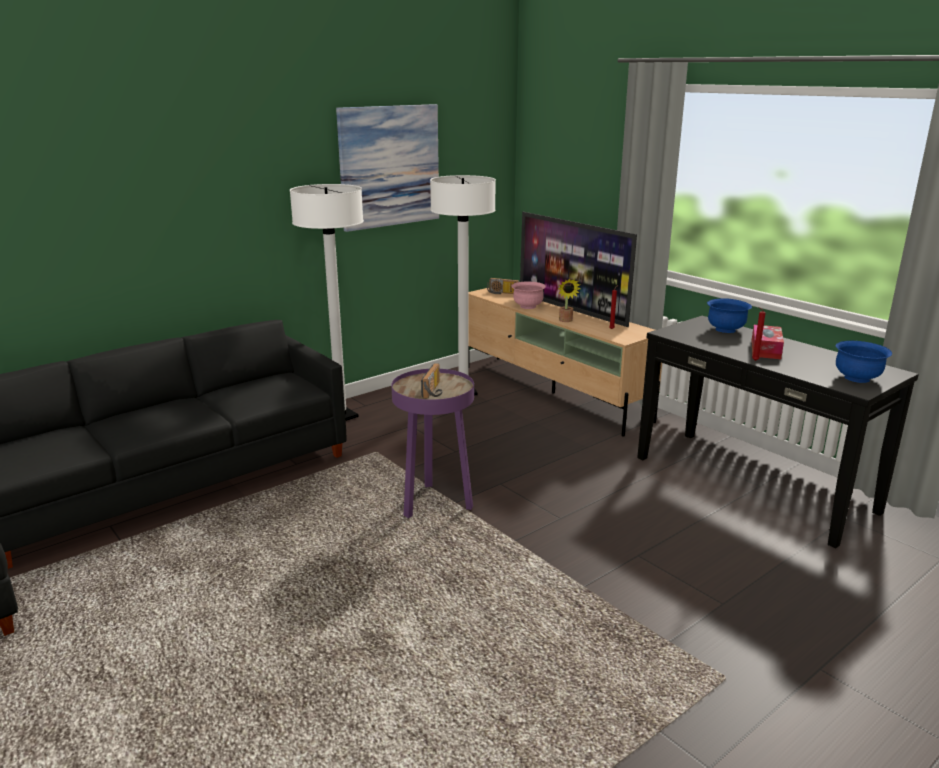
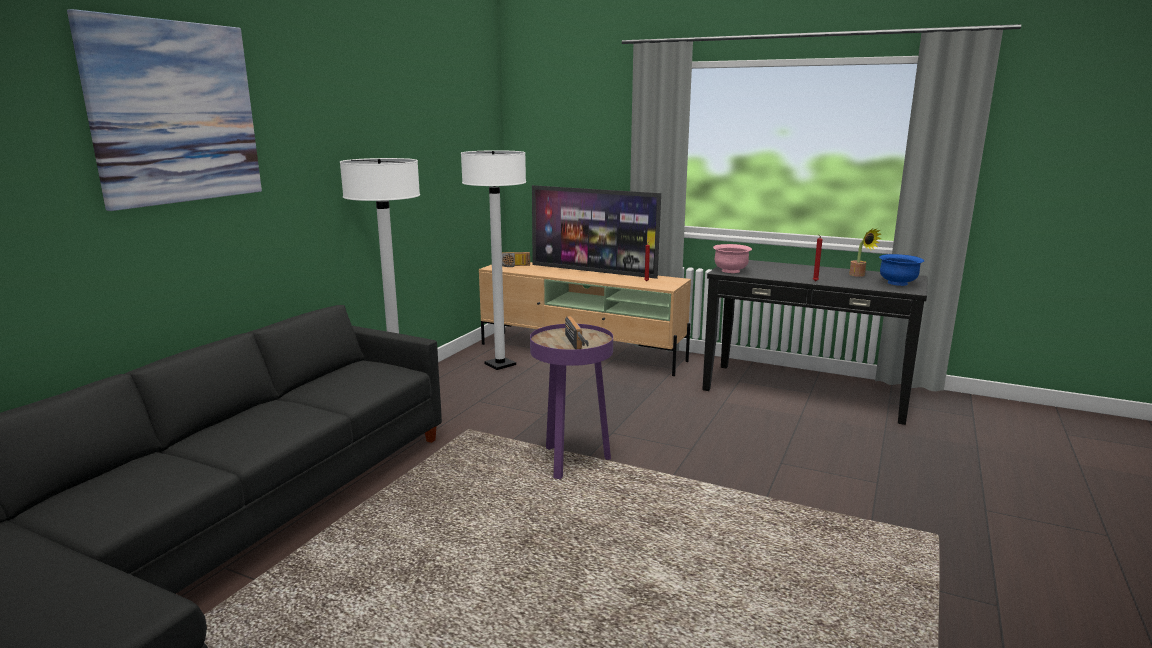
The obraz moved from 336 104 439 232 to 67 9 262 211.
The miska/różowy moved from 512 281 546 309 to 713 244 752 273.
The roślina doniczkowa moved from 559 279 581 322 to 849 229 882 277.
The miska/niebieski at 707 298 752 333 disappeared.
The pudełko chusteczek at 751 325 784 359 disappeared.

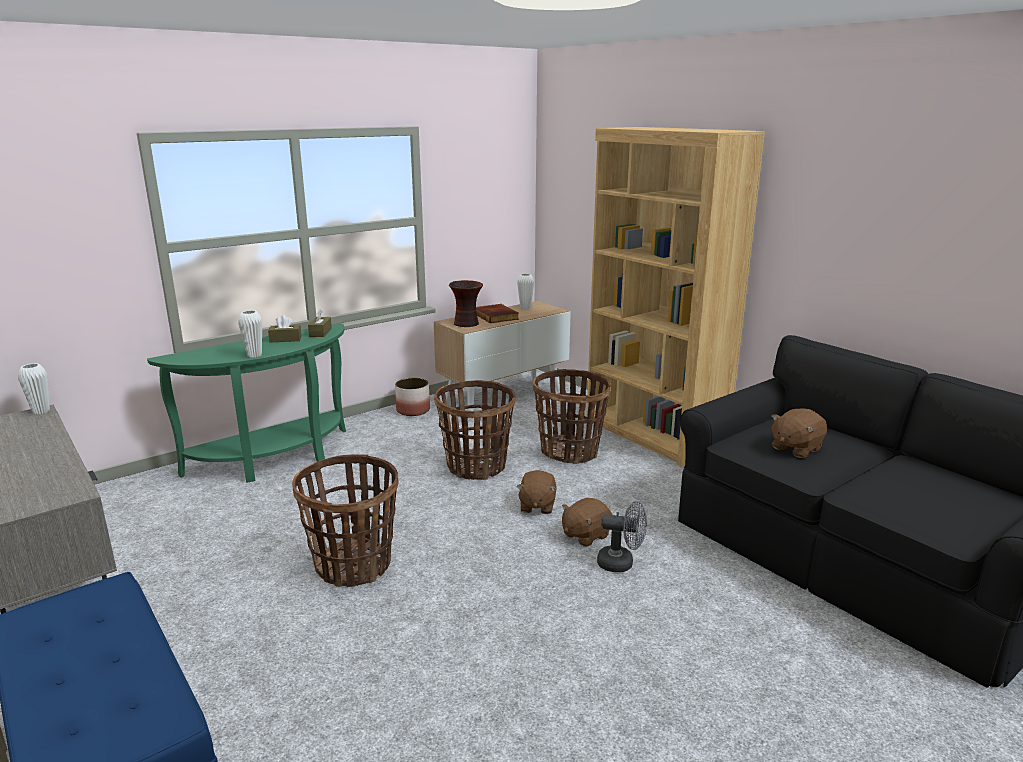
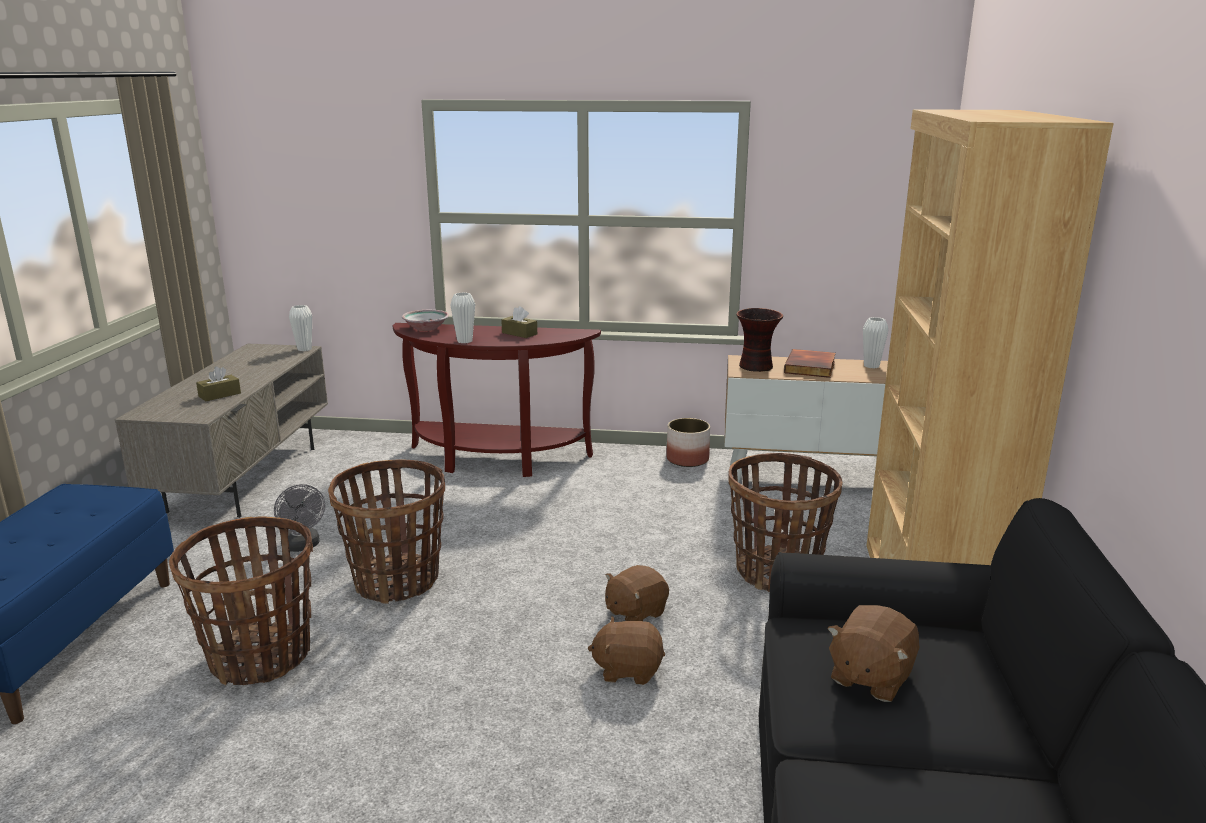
The koszyk moved from 434 380 515 480 to 169 516 313 685.
The pudełko chusteczek/brązowy moved from 308 309 332 337 to 196 366 241 401.
The wentylator/szary moved from 597 501 647 572 to 274 484 325 552.
The stolik konsolowy/zielony at 147 323 346 483 became the stolik konsolowy/brązowy at 392 323 601 477.
The miska at 402 310 449 331 appeared.
The pluszak/brązowy at 771 408 827 458 turned 60 degrees counterclockwise.

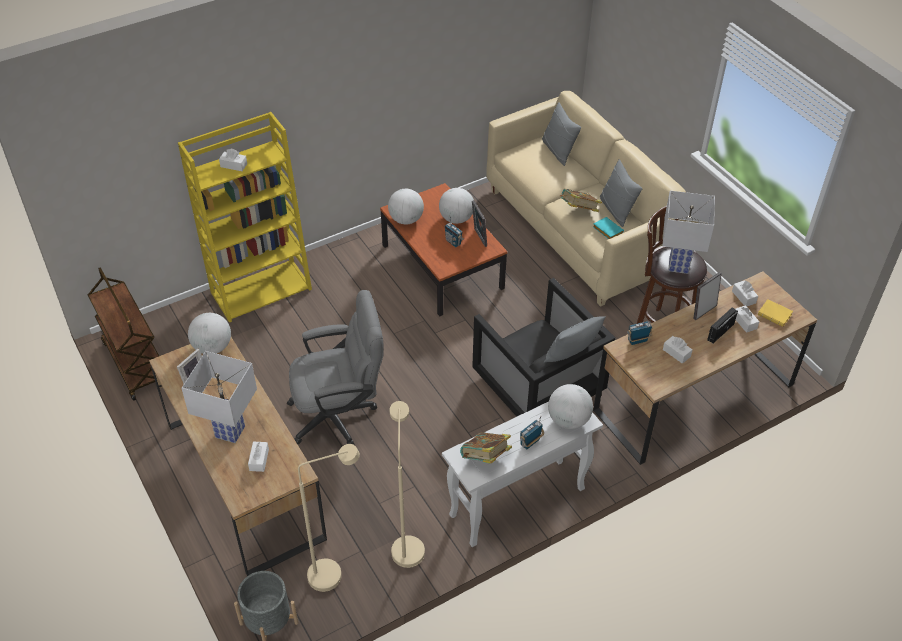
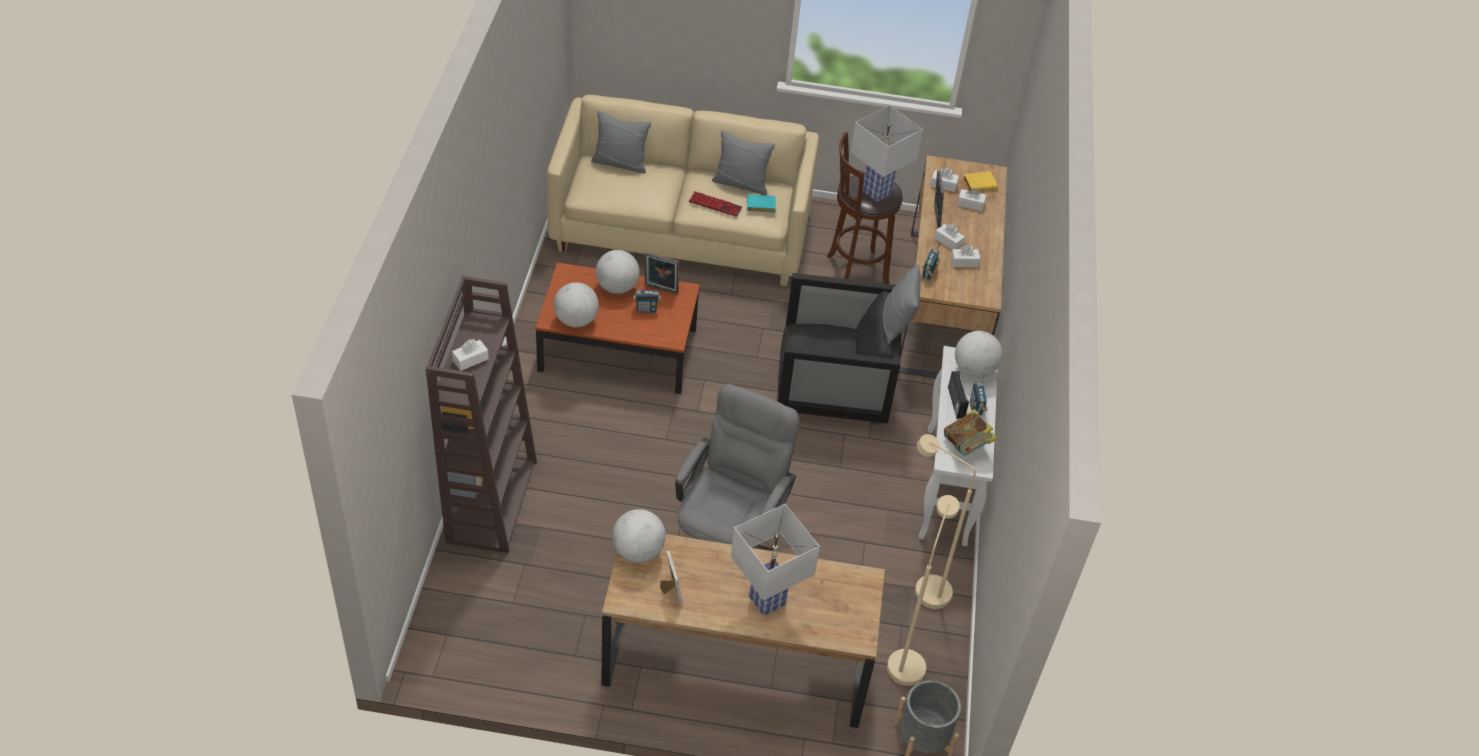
The regał/żółty at 178 112 312 322 became the regał/brązowy at 426 276 537 553.
The książka at 560 189 602 212 was replaced by the klawiatura at 689 191 742 217.
The pudełko chusteczek/biały moved from 248 442 269 472 to 934 224 965 249.
The radio moved from 707 308 738 343 to 948 371 969 419.
The wózek/brązowy at 88 267 159 401 disappeared.

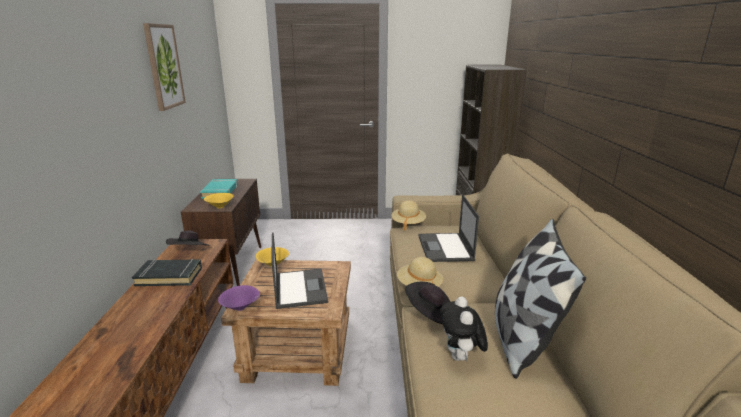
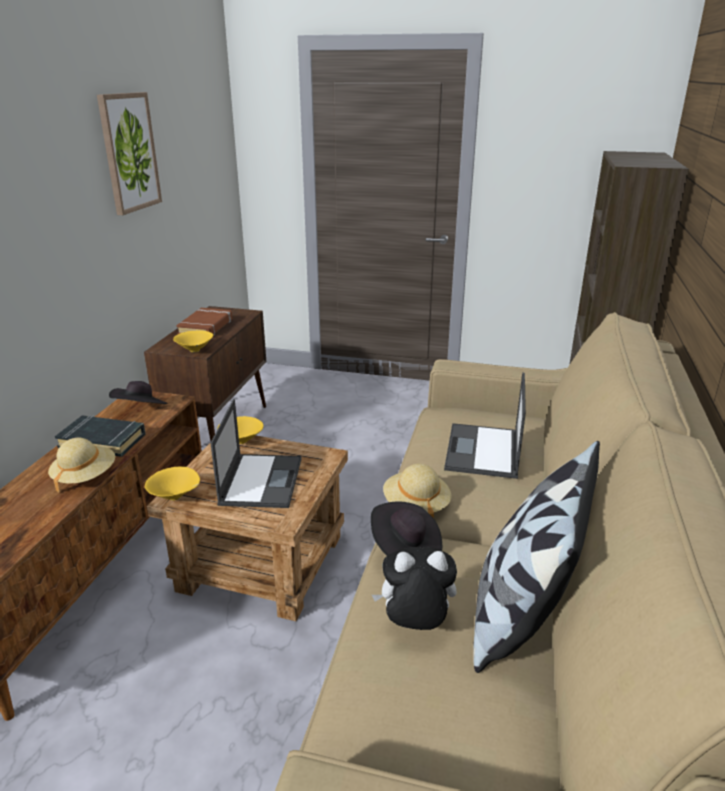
The kapelusz/beżowy moved from 392 201 426 231 to 48 438 115 493.
The miska/fioletowy at 218 285 260 311 became the miska/żółty at 145 467 200 501.
The książka/turkusowy at 201 179 238 199 became the książka/brązowy at 176 308 232 335.
The pluszak at 440 296 488 361 turned 75 degrees clockwise.

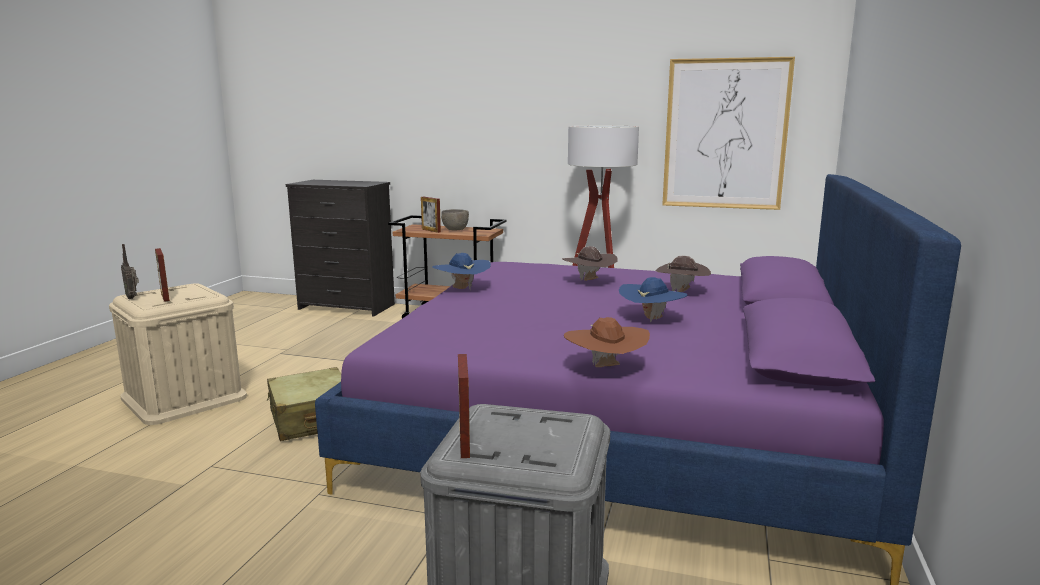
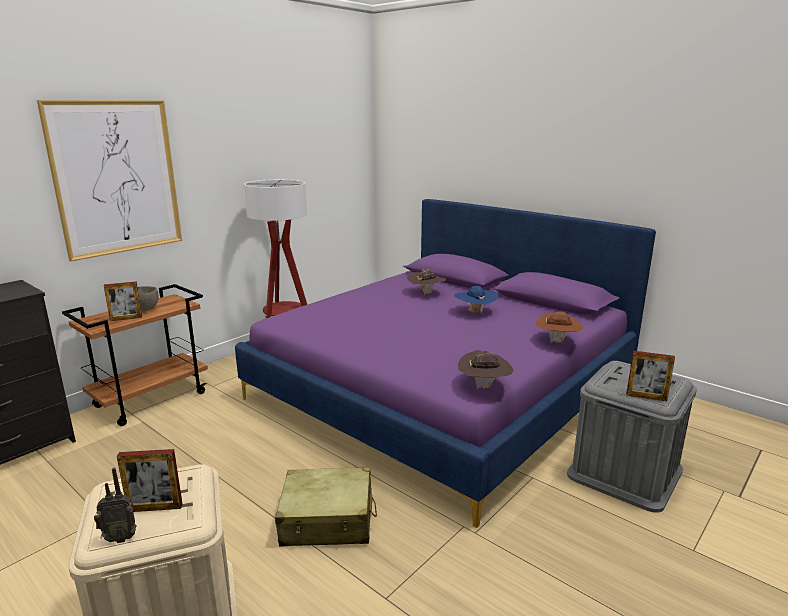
The obraz moved from 662 57 795 210 to 37 100 182 261.
The kapelusz/brązowy moved from 562 246 618 281 to 458 350 513 389.
The kapelusz/niebieski at 432 253 491 289 disappeared.

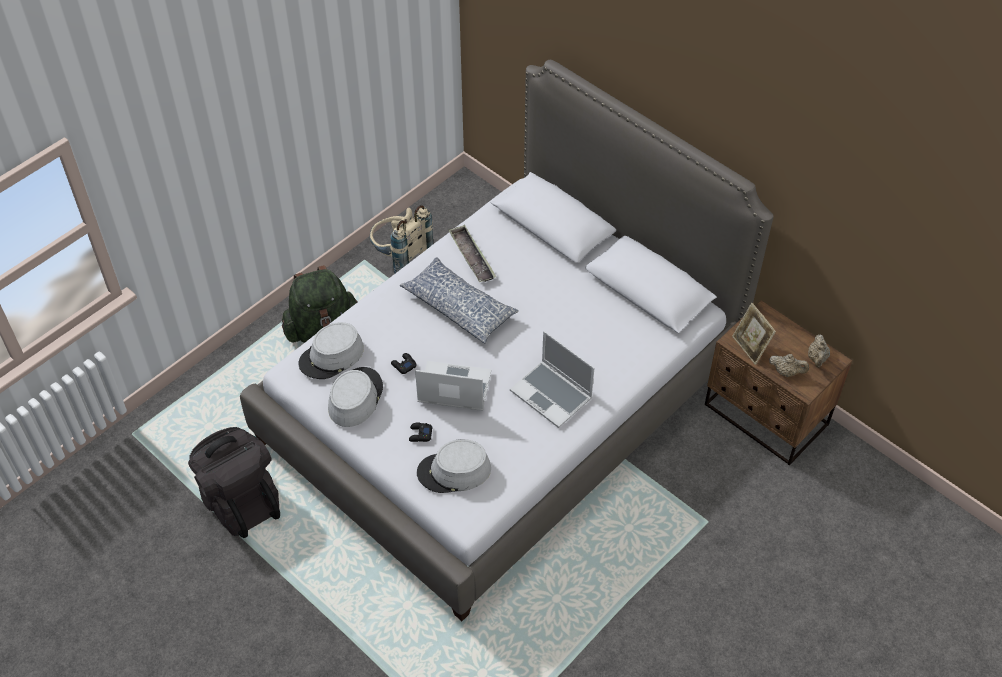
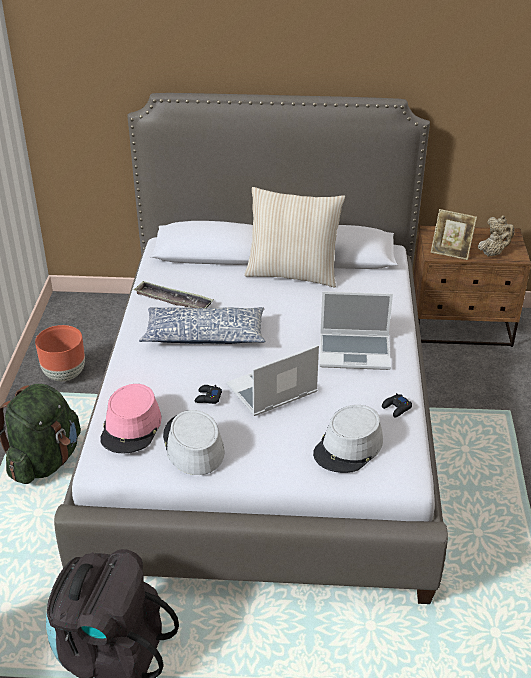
The plecak/beżowy at 370 205 433 273 was replaced by the donica/brązowy at 35 325 85 381.
The kapelusz/szary at 299 322 364 379 became the kapelusz/różowy at 100 384 161 454.
The poduszka/beżowy at 244 187 345 287 appeared.
The pad do gier/czarny moved from 409 422 432 442 to 382 393 412 417.

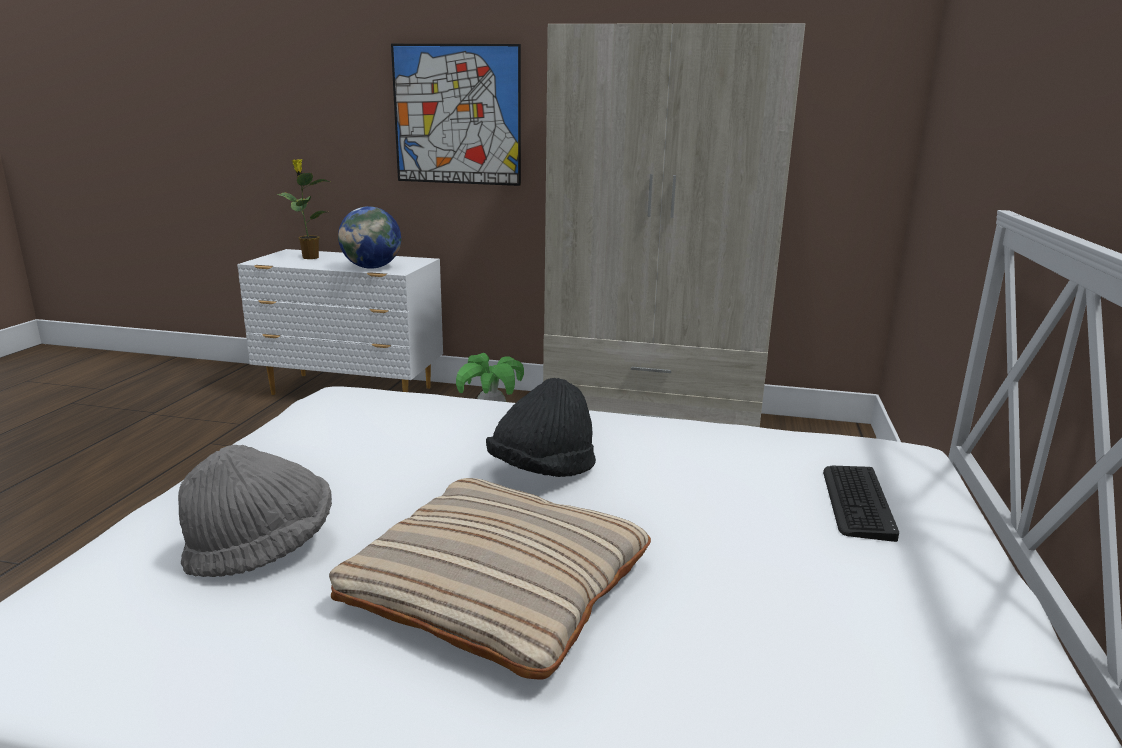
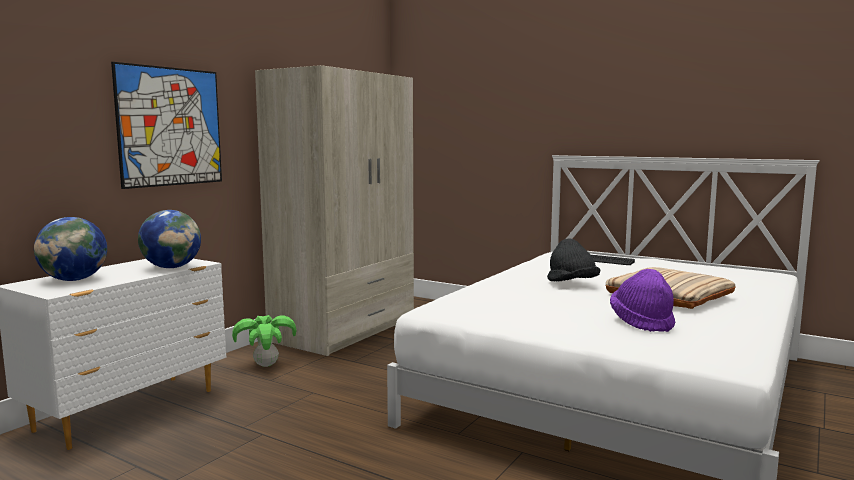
The roślina doniczkowa at 277 159 330 259 was replaced by the globus at 34 217 107 281.
The kapelusz/szary at 178 445 332 577 became the kapelusz/fioletowy at 610 269 675 332.

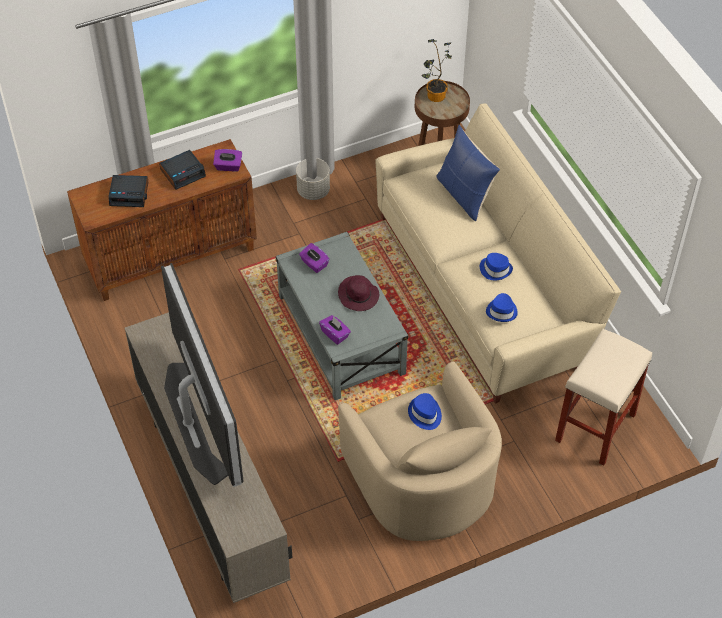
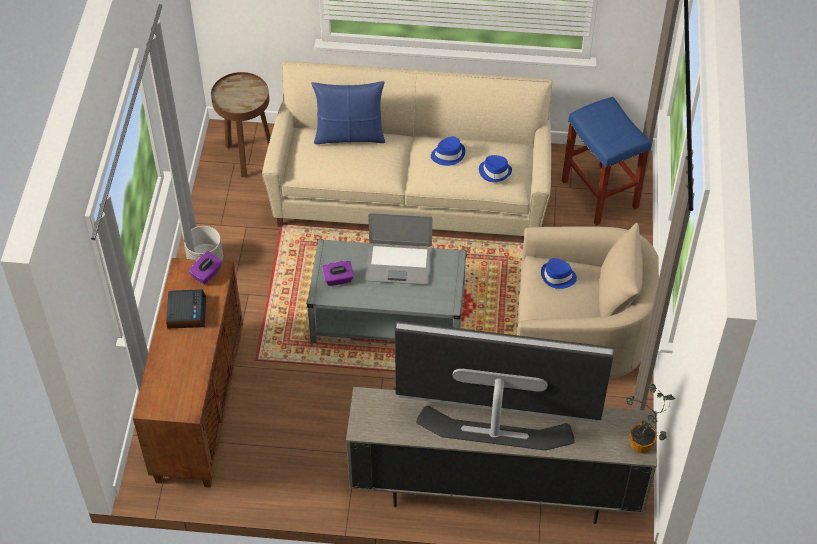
The kapelusz/fioletowy at 338 275 379 311 was replaced by the laptop at 365 212 432 285.
The stołek/beżowy at 555 329 652 466 became the stołek/niebieski at 562 97 651 226.
The roślina doniczkowa moved from 422 39 452 102 to 626 384 675 453.
The budzik at 108 175 149 207 disappeared.
The pudełko chusteczek/fioletowy at 319 315 351 345 disappeared.

